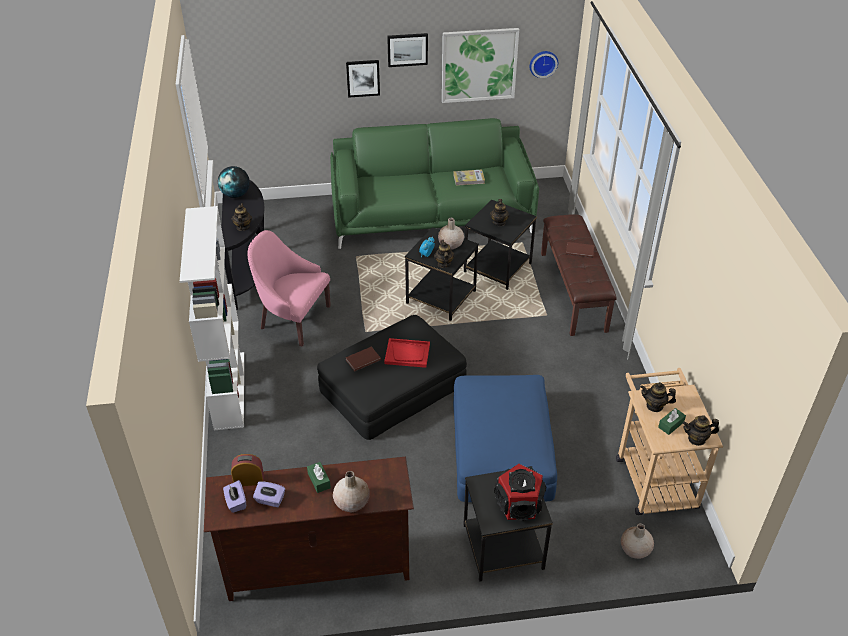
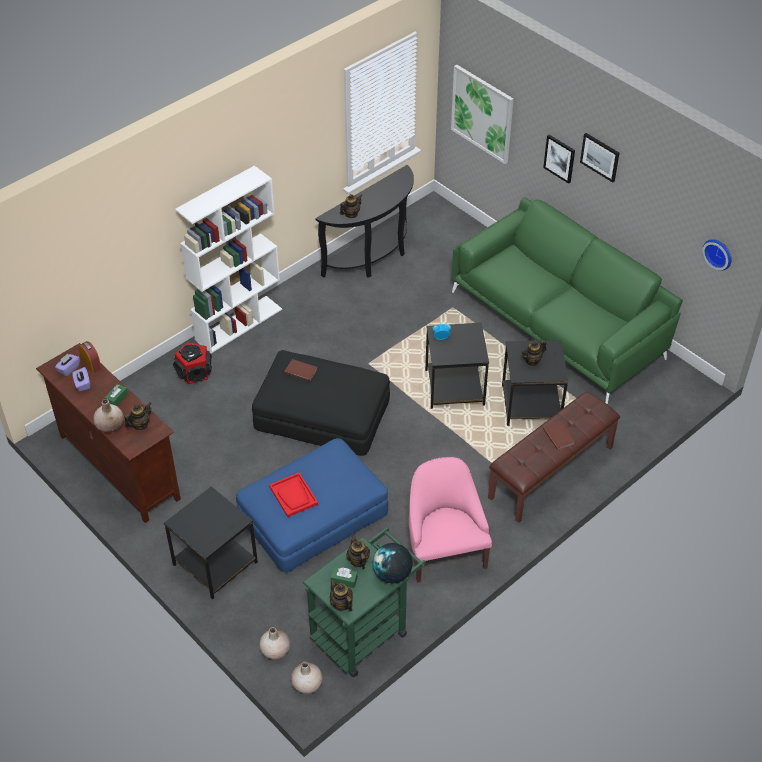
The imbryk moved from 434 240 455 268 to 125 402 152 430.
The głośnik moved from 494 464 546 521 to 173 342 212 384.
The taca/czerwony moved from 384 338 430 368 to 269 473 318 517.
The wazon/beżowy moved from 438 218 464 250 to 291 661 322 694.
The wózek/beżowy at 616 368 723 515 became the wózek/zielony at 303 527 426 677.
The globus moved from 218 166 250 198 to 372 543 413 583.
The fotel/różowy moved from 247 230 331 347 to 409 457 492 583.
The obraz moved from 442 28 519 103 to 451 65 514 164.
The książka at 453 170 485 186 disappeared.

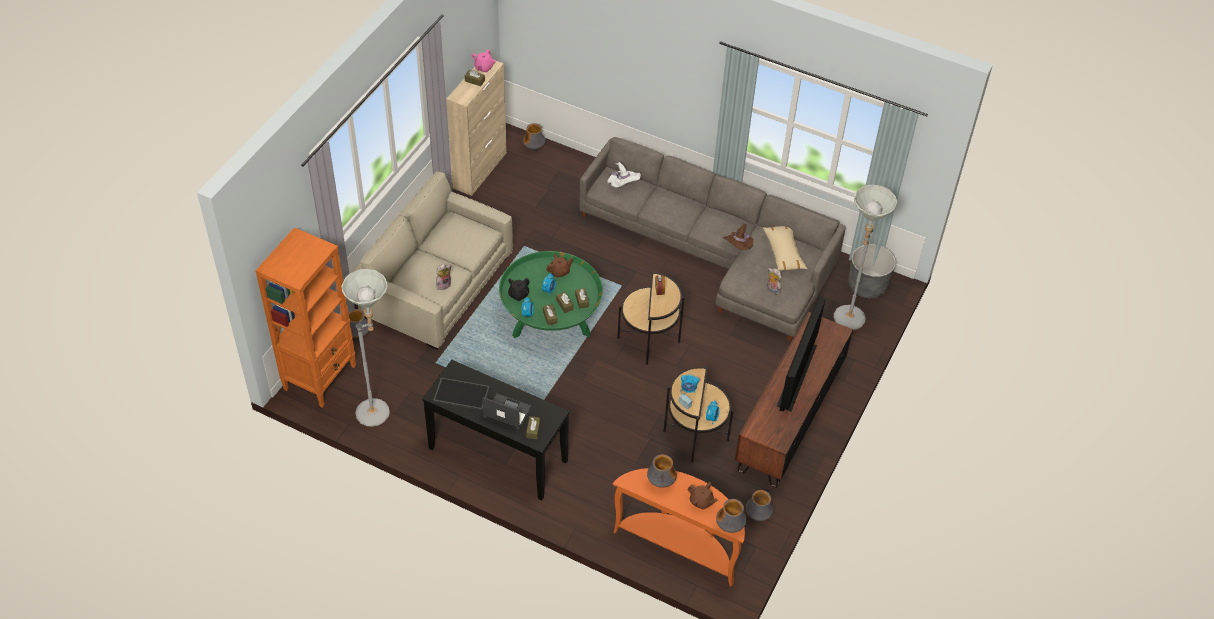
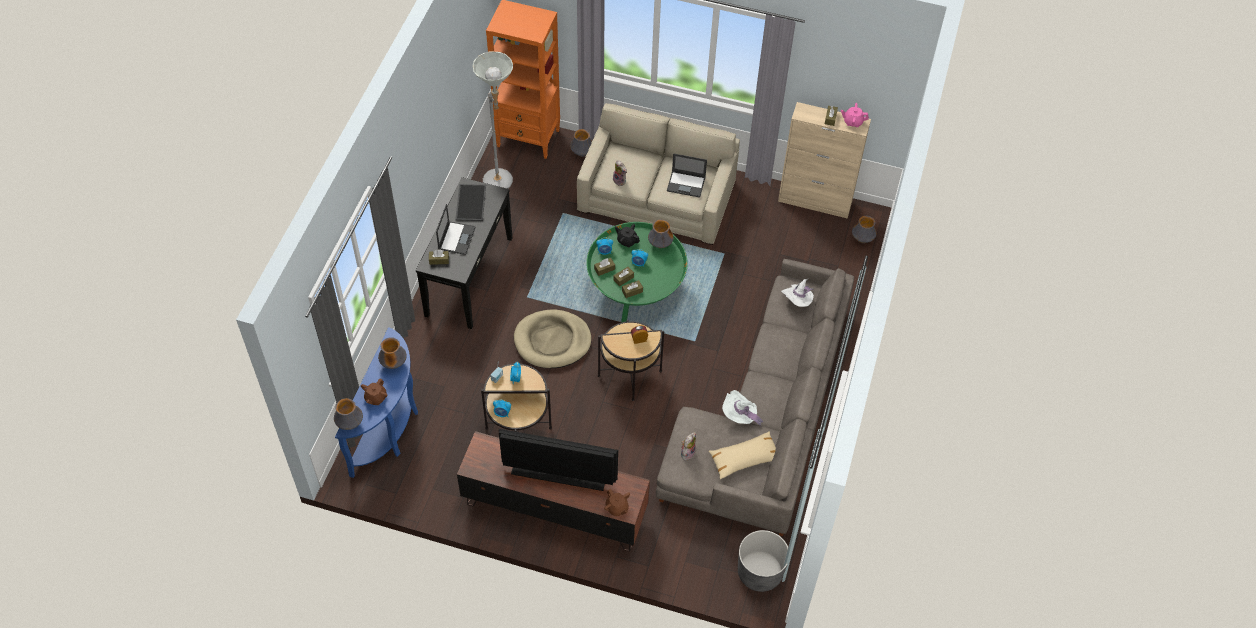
The stolik konsolowy/pomarańczowy at 613 468 745 587 became the stolik konsolowy/niebieski at 335 327 418 478.
The legowisko/beżowy at 514 310 592 368 appeared.
The imbryk/brązowy moved from 546 254 573 278 to 604 489 630 516.
The wazon moved from 745 490 774 521 to 648 219 674 248.
The laptop at 667 153 707 198 appeared.
The kapelusz/brązowy at 722 224 753 250 became the kapelusz/biały at 722 390 763 425.
The lampa stojąca/szary at 834 185 897 330 disappeared.

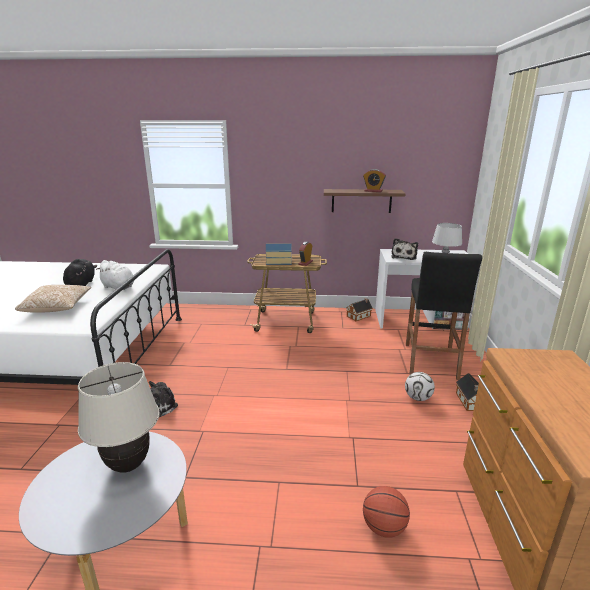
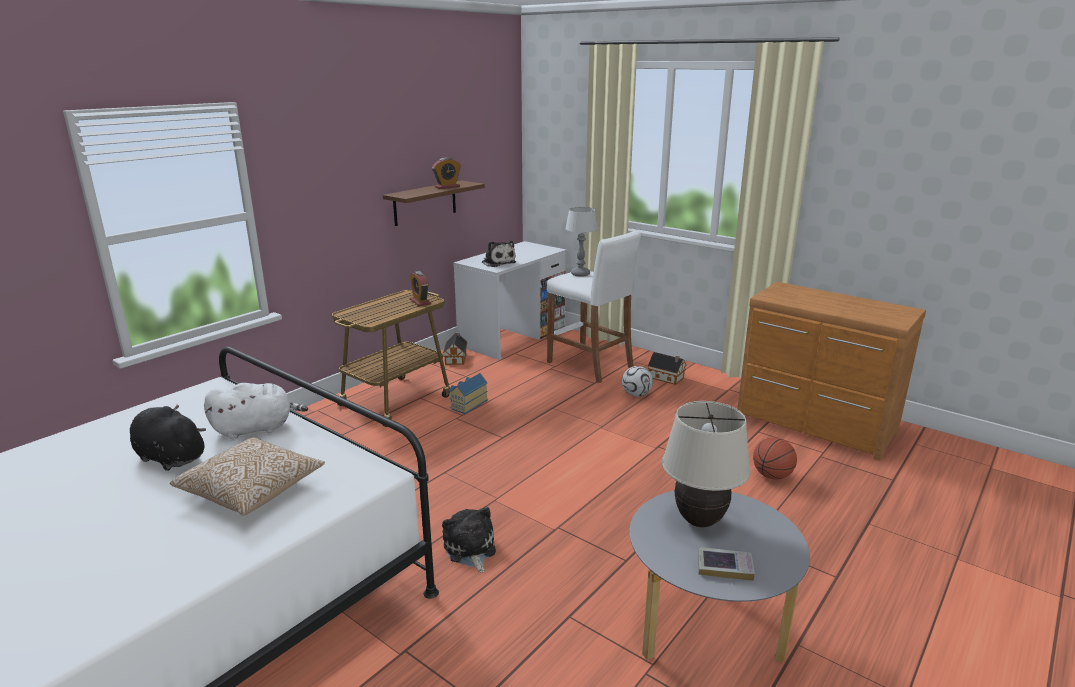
The domek moved from 266 243 292 265 to 449 373 488 414.
The stołek/czarny at 406 252 482 380 became the stołek/biały at 547 231 641 383.
The książka at 698 547 755 581 appeared.

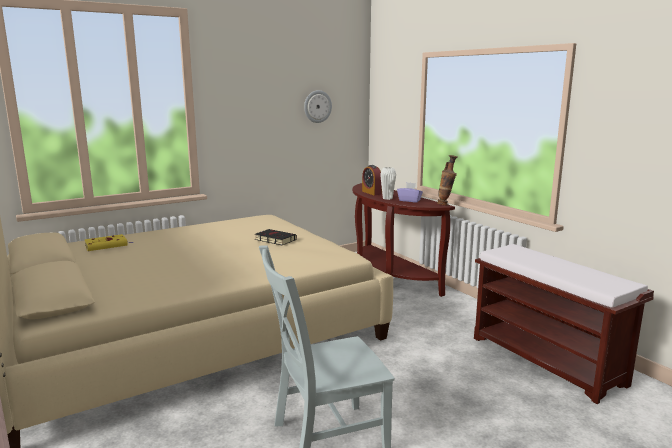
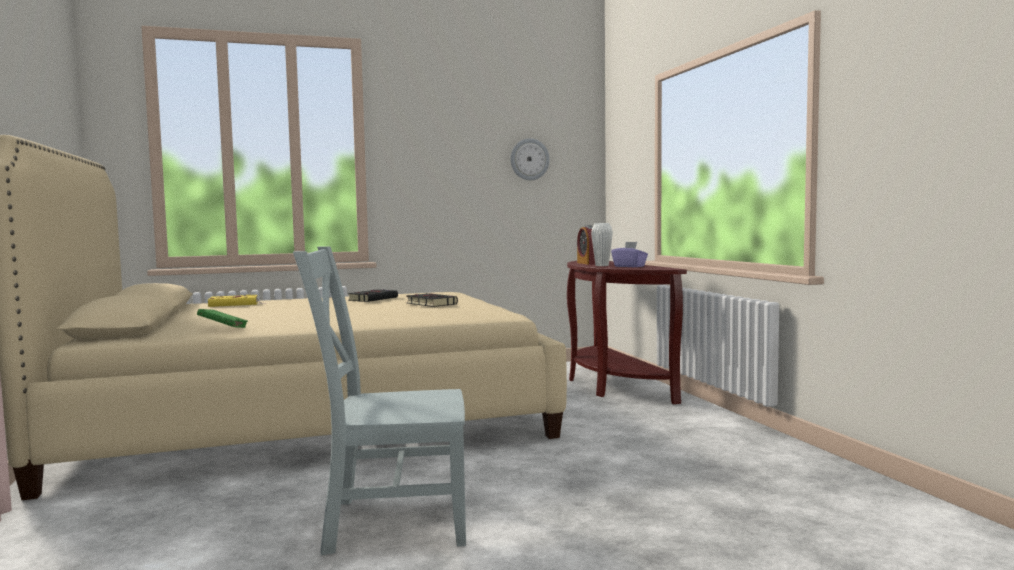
The książka/zielony at 197 309 248 328 appeared.
The książka/czarny at 348 289 398 302 appeared.
The wazon at 437 155 458 205 disappeared.
The ławka/brązowy at 474 244 654 404 disappeared.

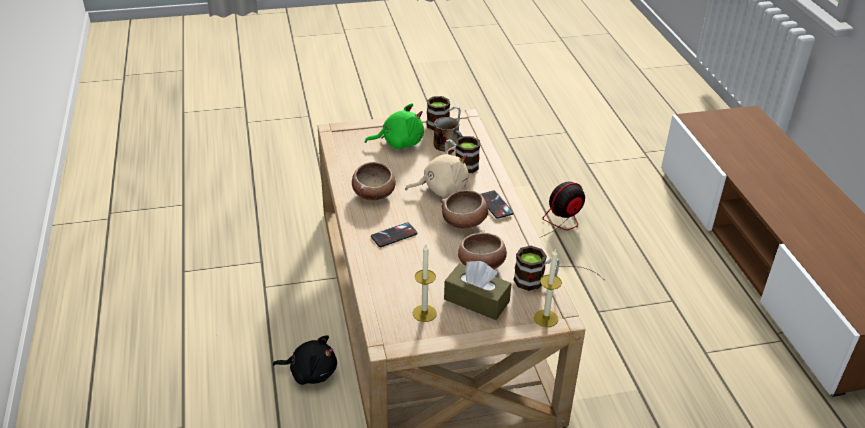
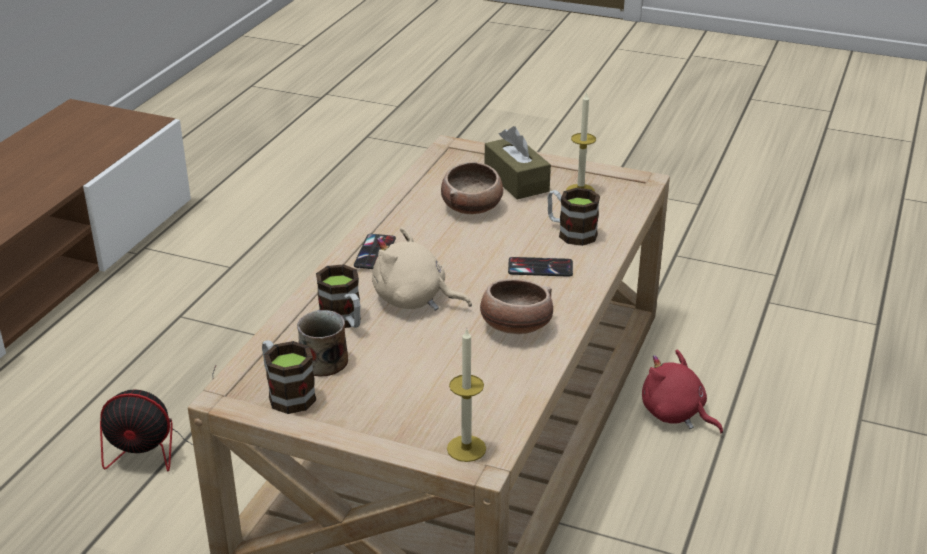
The świeca moved from 534 248 562 327 to 447 329 486 462.
The kubek moved from 514 246 560 291 to 548 188 600 246.
The pluszak/czarny at 273 335 337 385 became the pluszak/czerwony at 642 350 723 433.
The pluszak/zielony at 365 103 424 149 disappeared.
The miska at 441 190 488 229 disappeared.

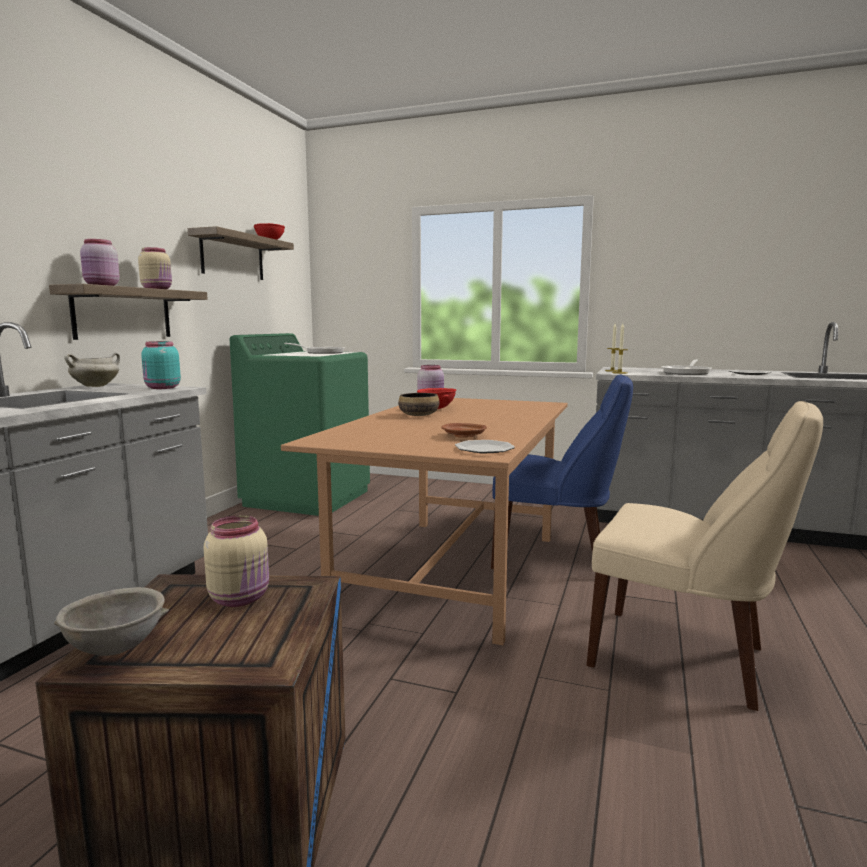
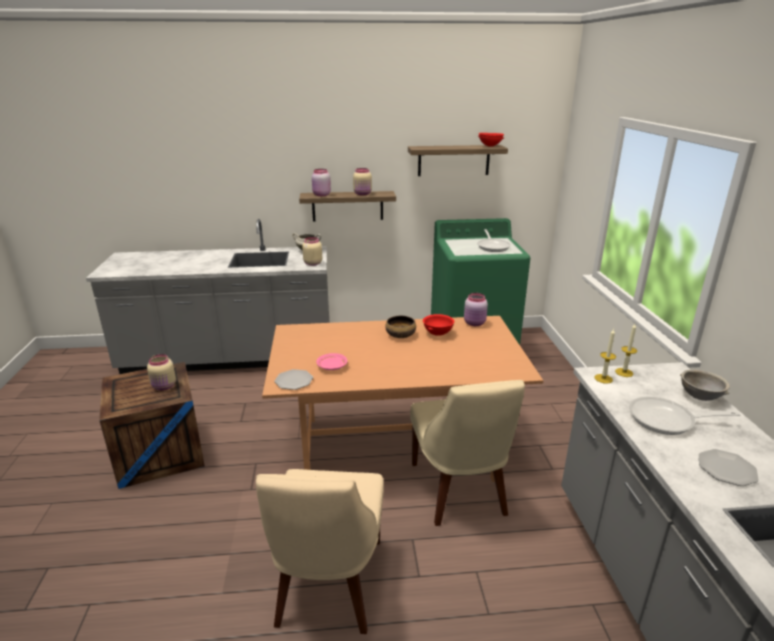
The słoik/turkusowy at 141 341 181 389 became the słoik/beżowy at 302 237 322 266.
The talerz/brązowy at 441 423 487 438 became the talerz/różowy at 316 353 347 370.
The krzesło/niebieski at 491 375 633 569 became the krzesło/beżowy at 410 380 525 526.
The miska/szary moved from 54 587 169 656 to 680 369 730 401.

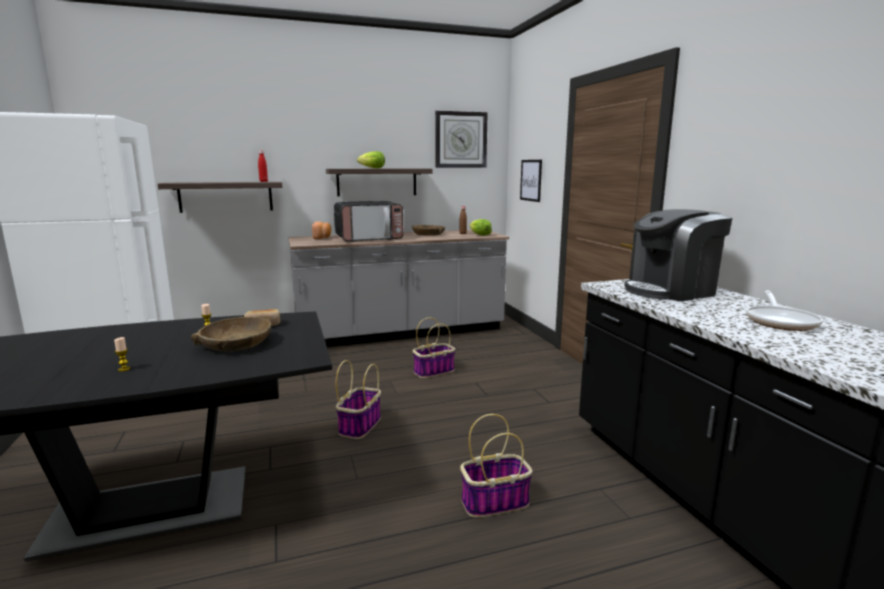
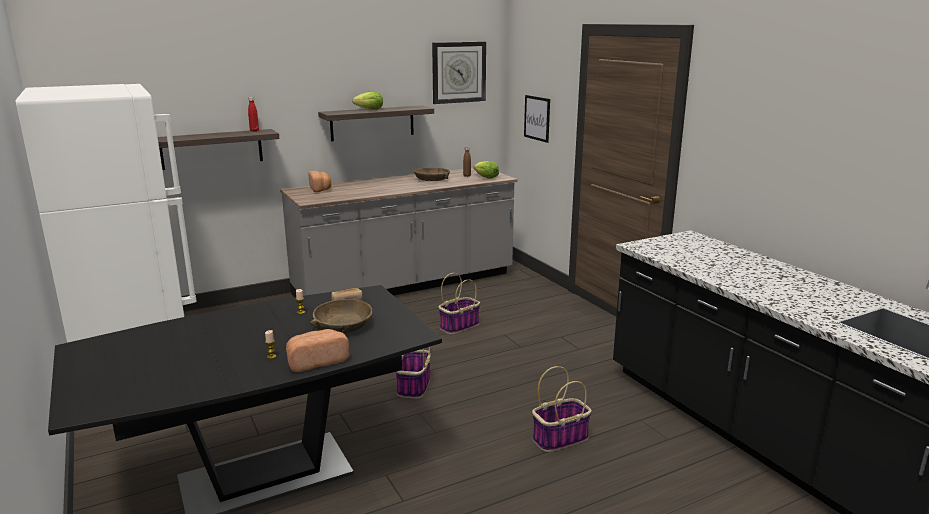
The chleb at 286 329 349 372 appeared.
The mikrofalówka at 334 201 403 242 disappeared.
The ekspres do kawy at 624 209 732 301 disappeared.
The patelnia at 746 290 823 331 disappeared.

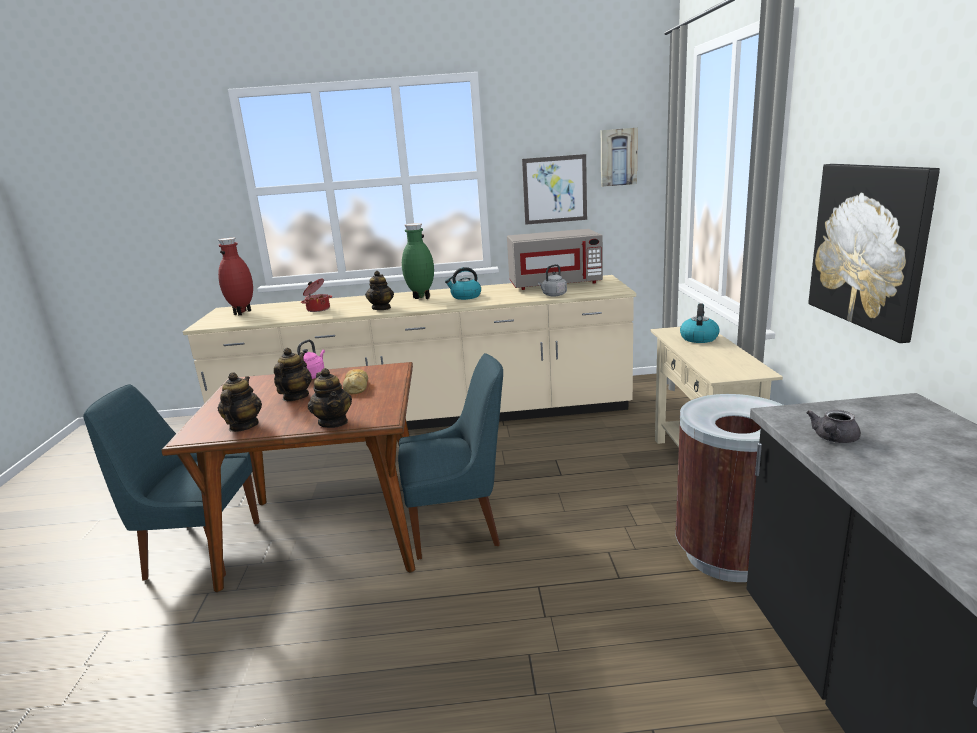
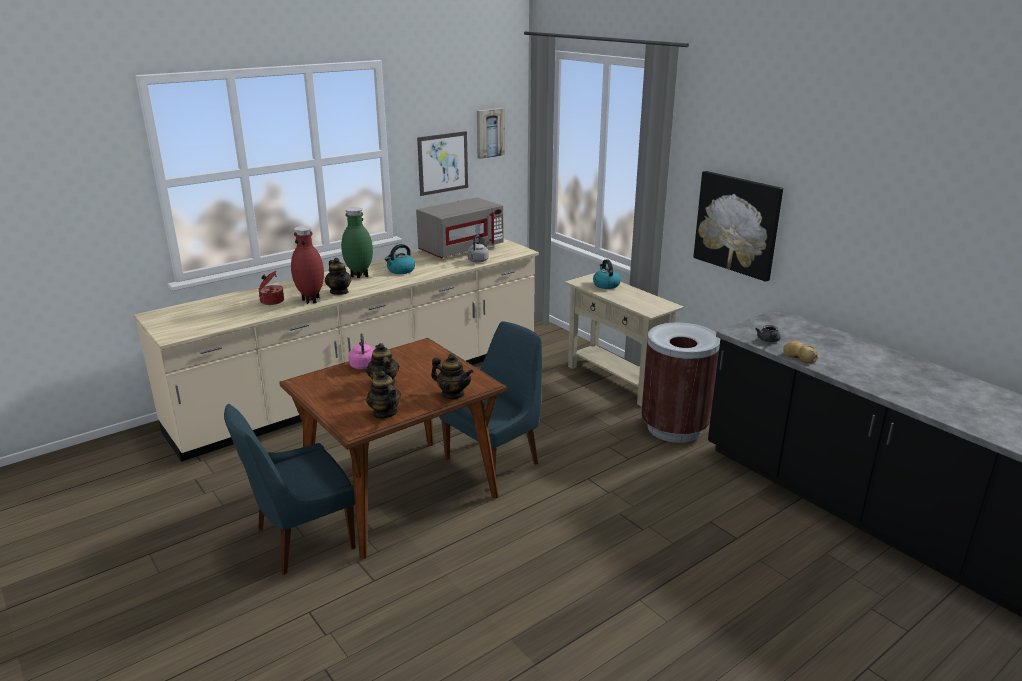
The wazon/czerwony moved from 218 238 253 315 to 291 226 324 304.
The chleb moved from 343 369 368 394 to 783 341 818 363.

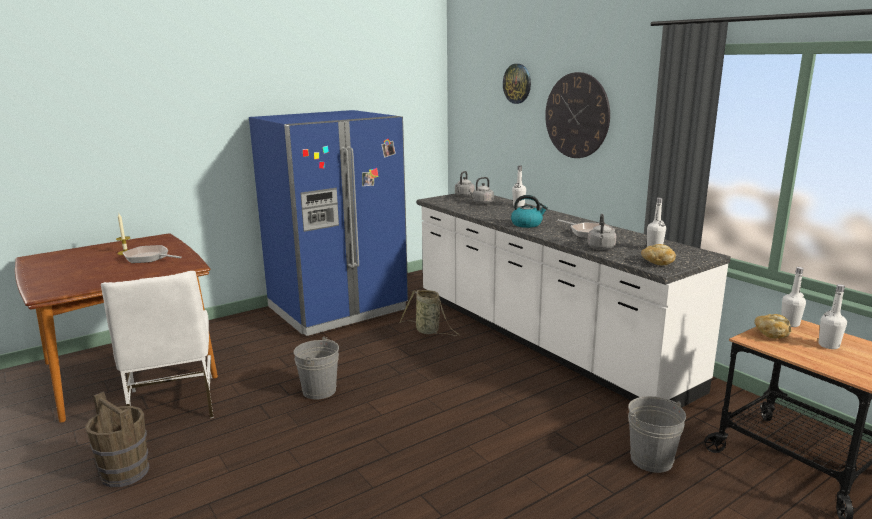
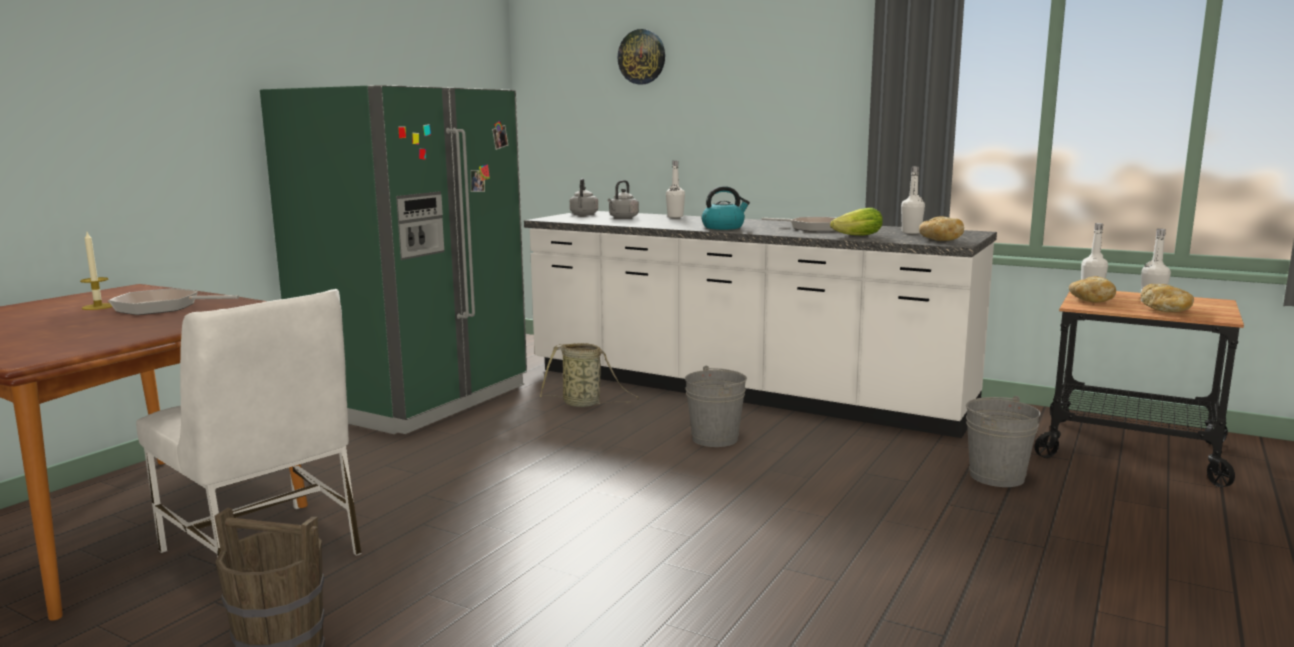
The lodówka/niebieski at 249 110 408 336 became the lodówka/zielony at 260 85 527 434.
The wiadro/szary moved from 294 337 339 400 to 685 366 747 447.
The czajnik/szary at 588 214 616 250 was replaced by the sałata at 830 208 883 235.
The chleb at 1141 284 1194 312 appeared.
The zegar ścienny at 545 72 610 158 disappeared.

